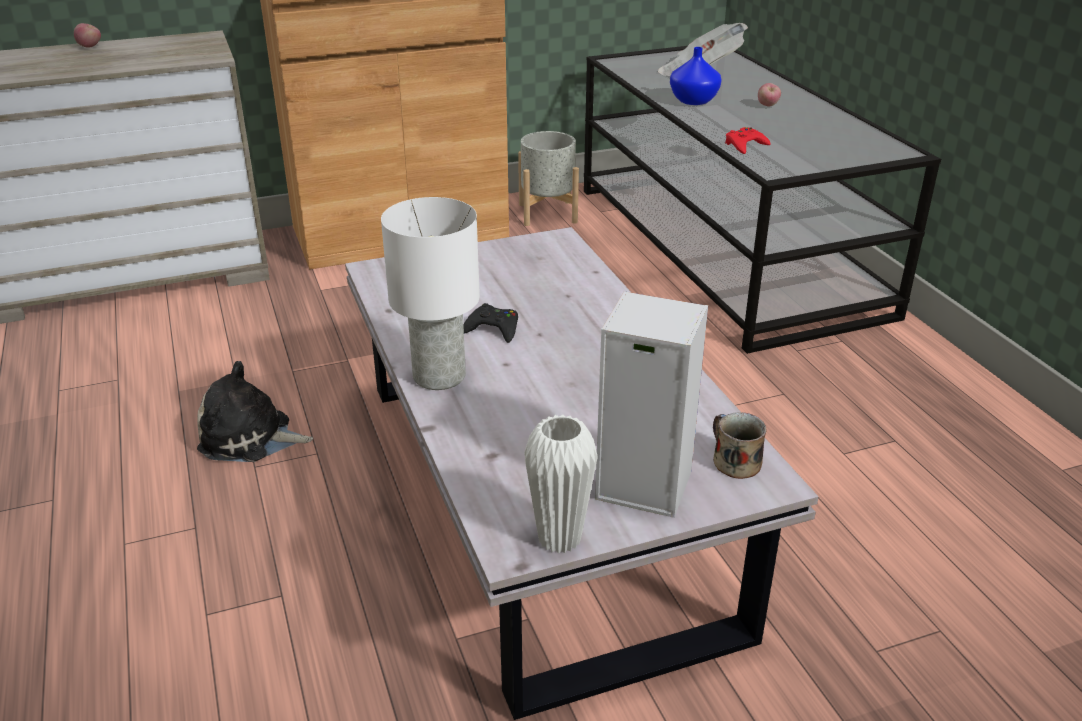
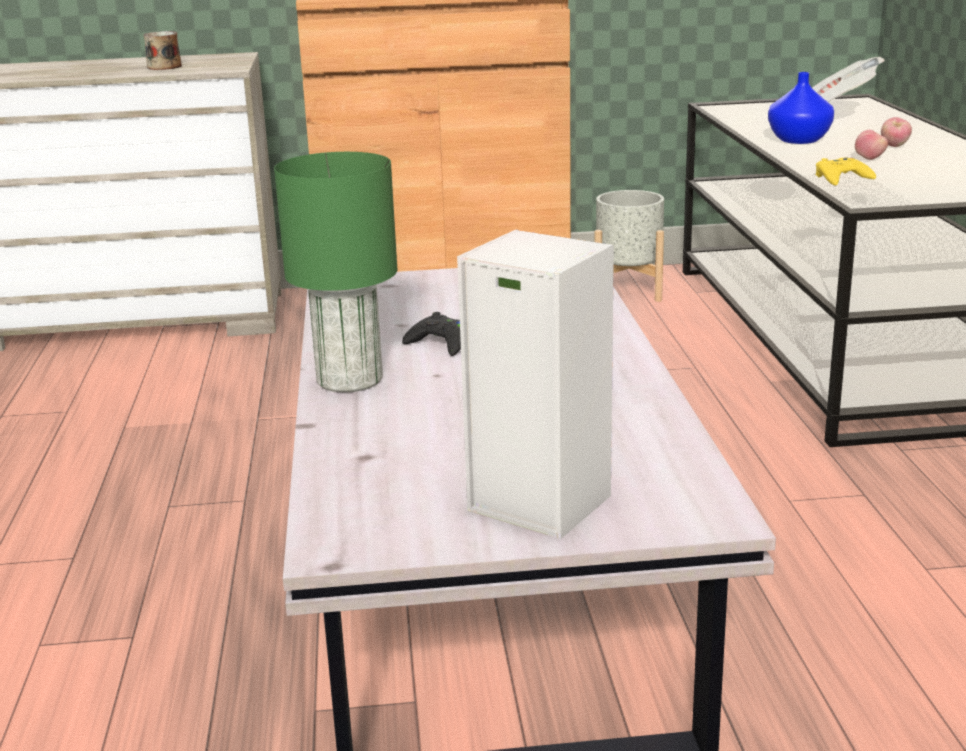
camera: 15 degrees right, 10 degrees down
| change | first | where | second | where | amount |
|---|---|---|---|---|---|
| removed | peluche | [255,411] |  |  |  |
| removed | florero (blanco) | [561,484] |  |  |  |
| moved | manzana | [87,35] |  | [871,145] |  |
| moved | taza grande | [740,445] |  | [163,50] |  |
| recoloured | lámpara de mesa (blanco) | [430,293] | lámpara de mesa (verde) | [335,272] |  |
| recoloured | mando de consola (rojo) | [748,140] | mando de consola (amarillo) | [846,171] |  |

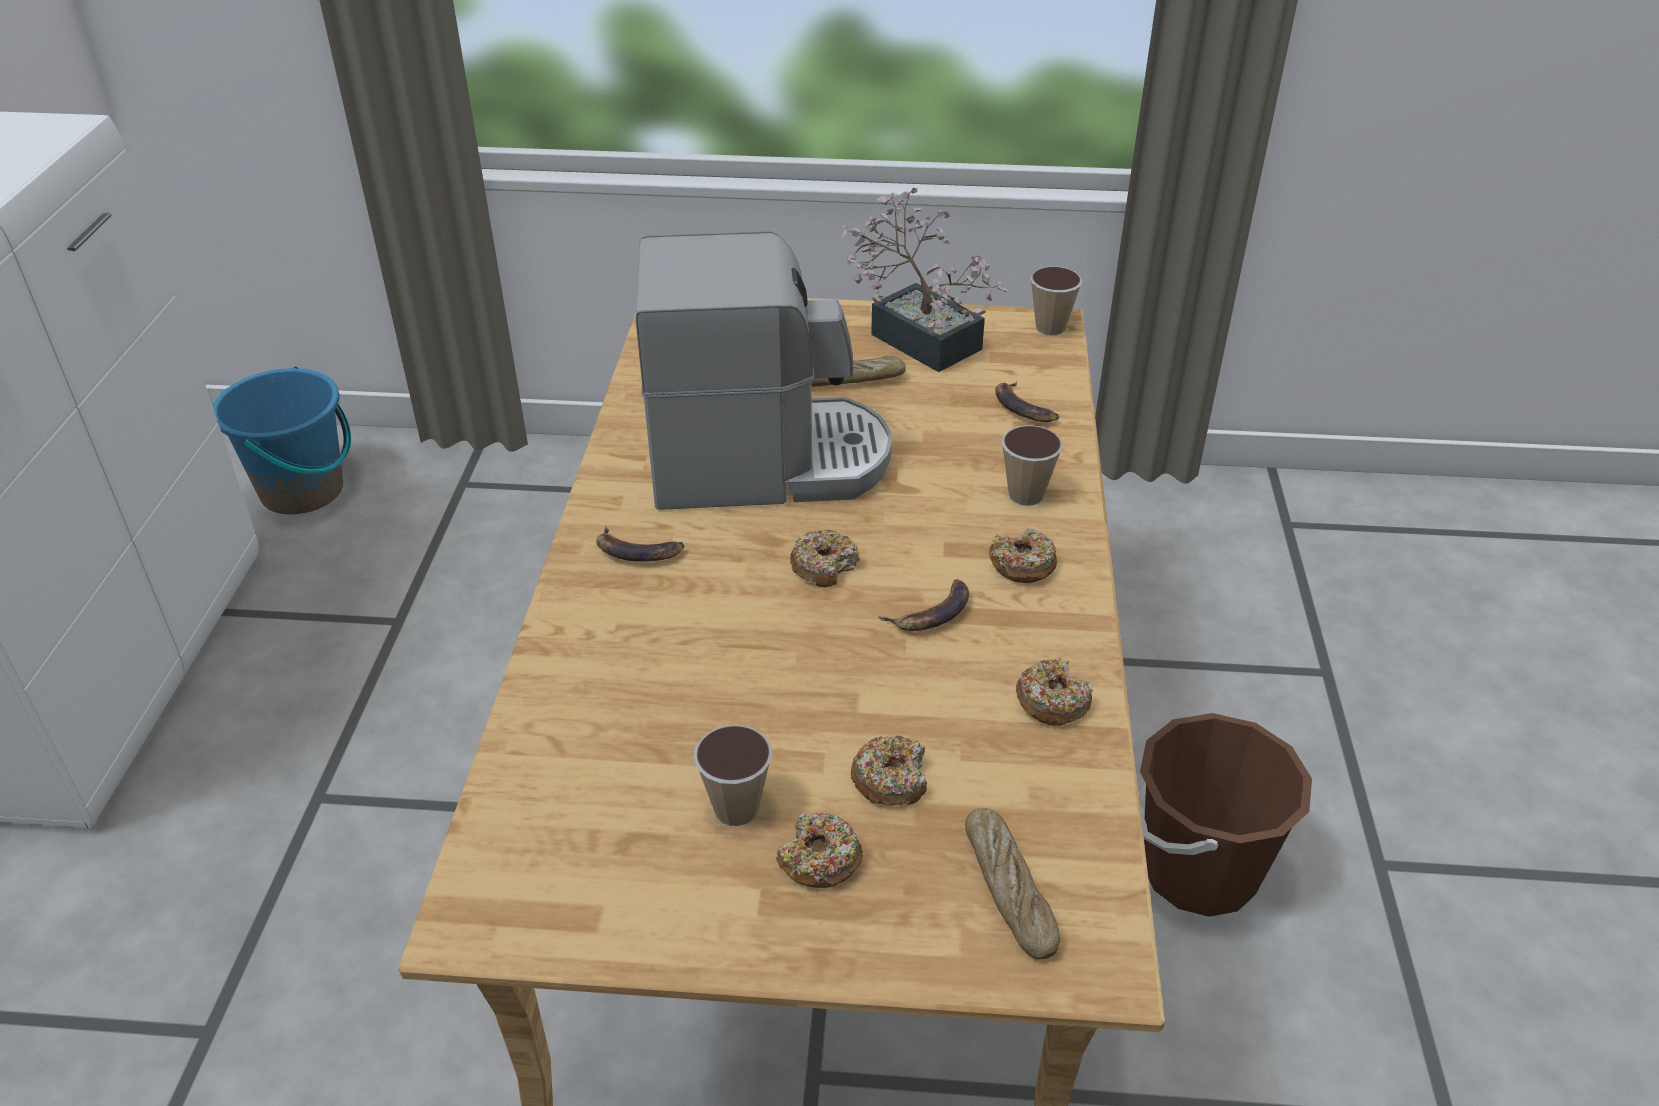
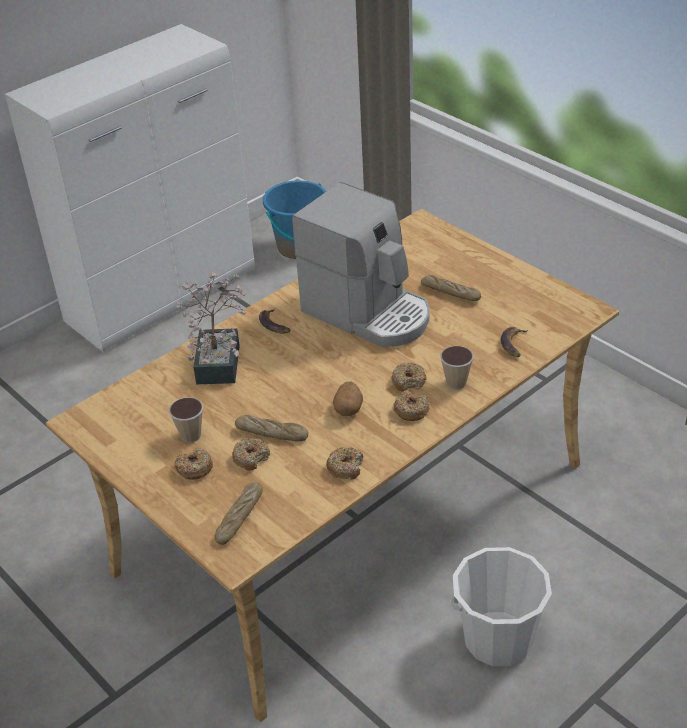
camera: 45 degrees right, 0 degrees up
| change | first | where | second | where | amount |
|---|---|---|---|---|---|
| removed | taza | [1056,301] |  |  |  |
| added |  |  | pan | [271,428] |  |
| moved | rosquilla | [825,558] |  | [409,376] |  |
| moved | planta en maceta | [924,280] |  | [211,328] |  |
| replaced | plátano | [924,605] | patata | [348,399] |  |
| recoloured | cubo (marrón) | [1225,815] | cubo (blanco) | [501,606] |  |

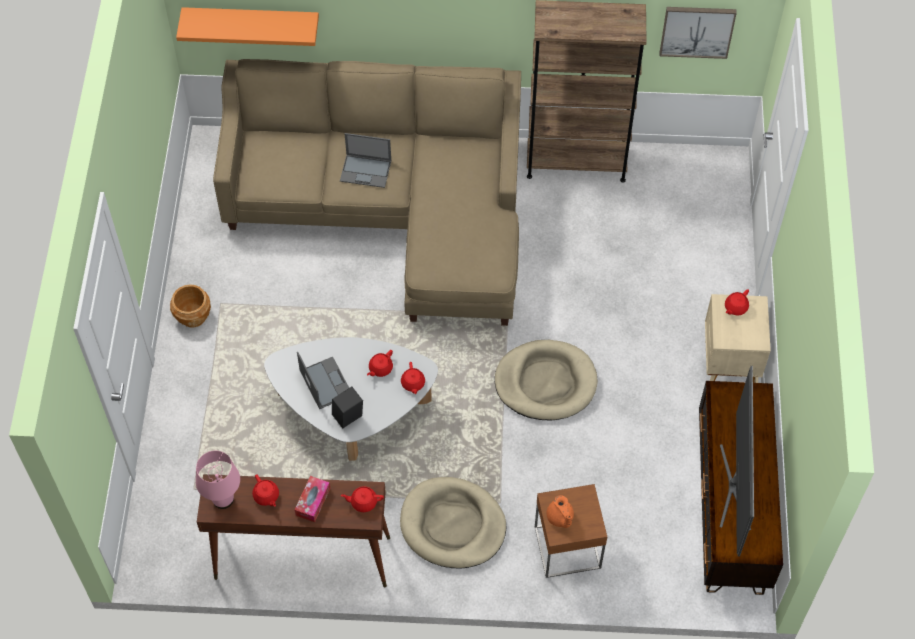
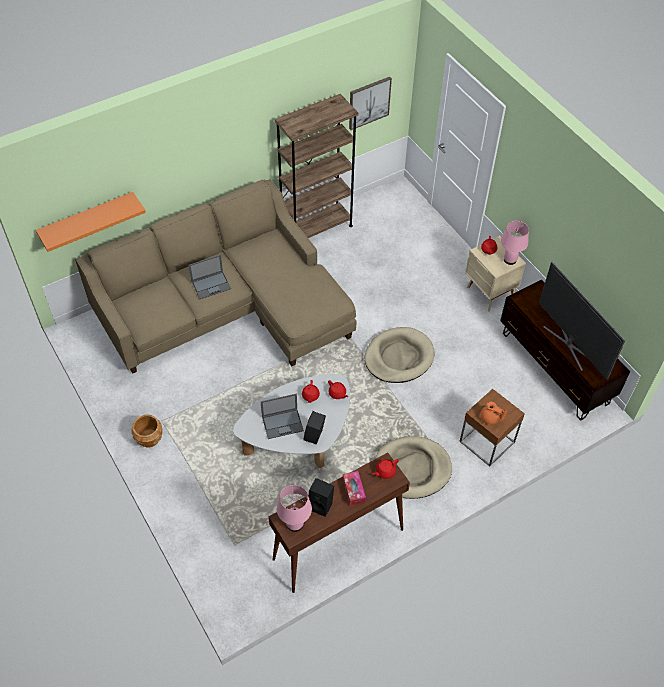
camera: 35 degrees left, 5 degrees down
| change | first | where | second | where | amount |
|---|---|---|---|---|---|
| added |  |  | lámpara de mesa (rosa) | [515,243] |  |
| replaced | tetera (rojo) | [265,491] | altavoz (negro) | [321,497] |  |
| turned | portátil | [323,380] |  | [282,416] | 135 degrees clockwise |

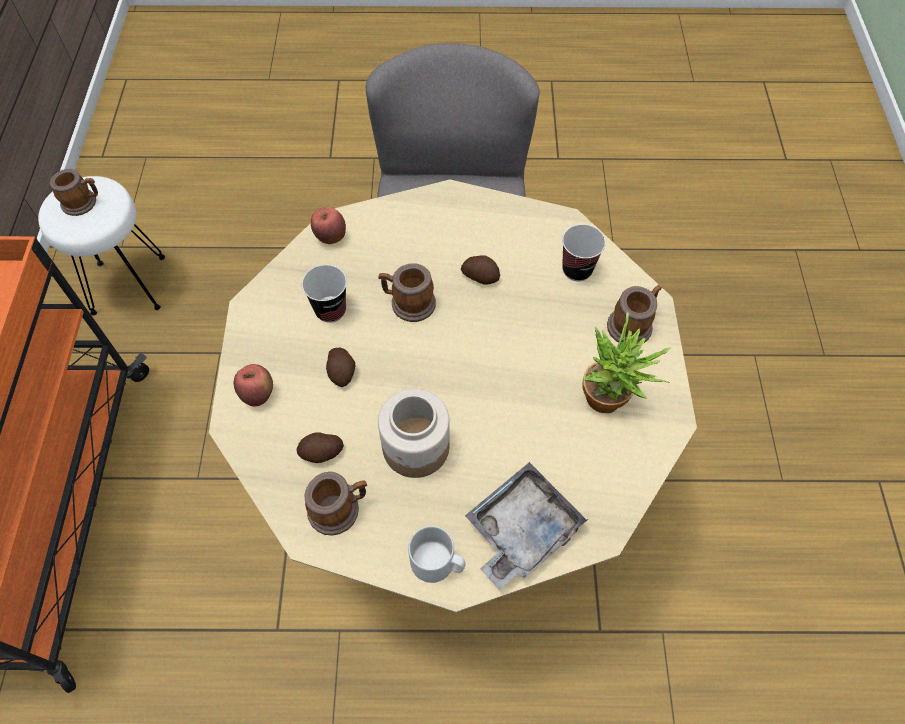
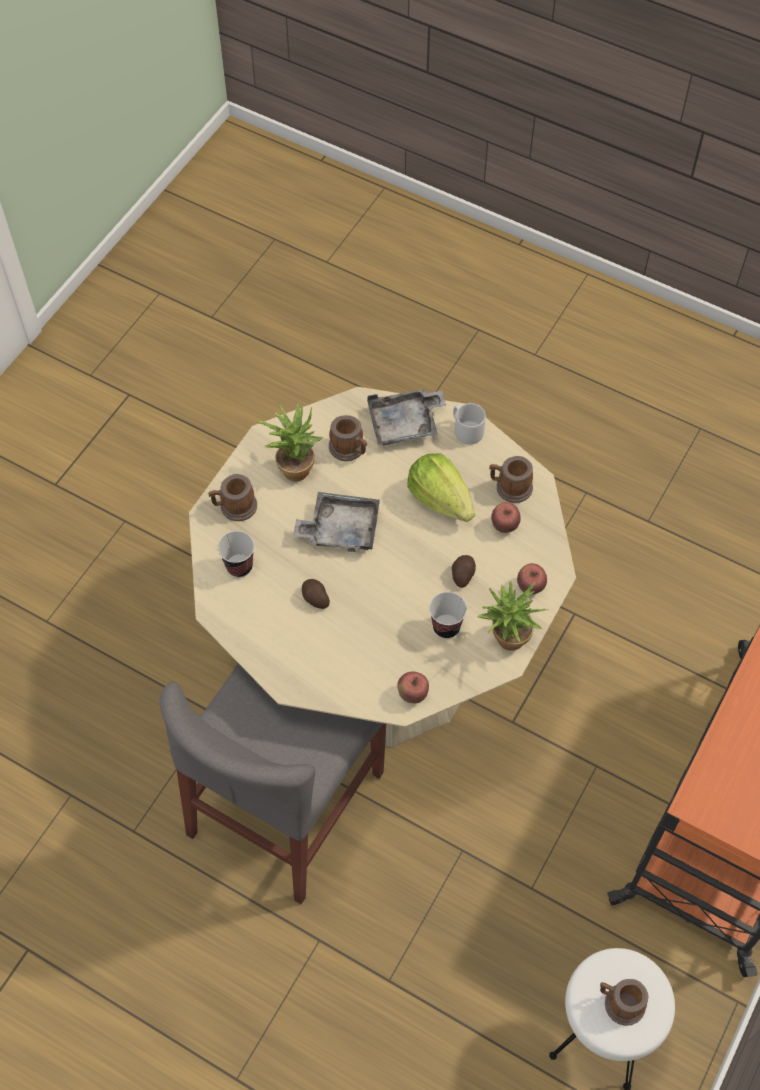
camera: 150 degrees left, 0 degrees up
| change | first | where | second | where | amount |
|---|---|---|---|---|---|
| added |  |  | bandeja (gris) | [336,522] |  |
| added |  |  | planta en maceta | [513,616] |  |
| moved | taza grande | [407,292] |  | [348,438] |  |
| replaced | patata | [320,447] | manzana | [506,517] |  |
| replaced | tarro | [414,433] | lechuga | [441,487] |  |

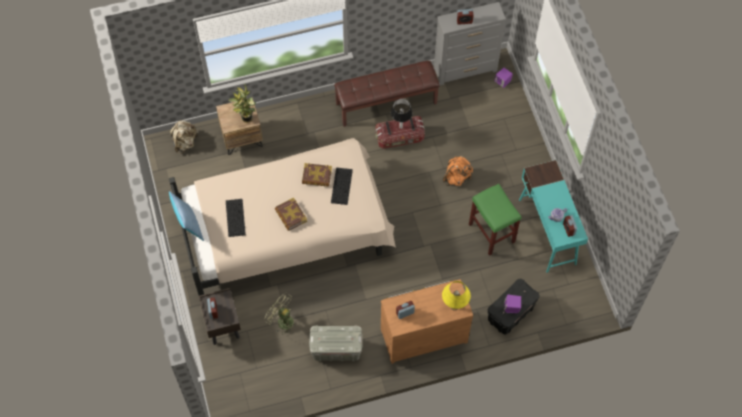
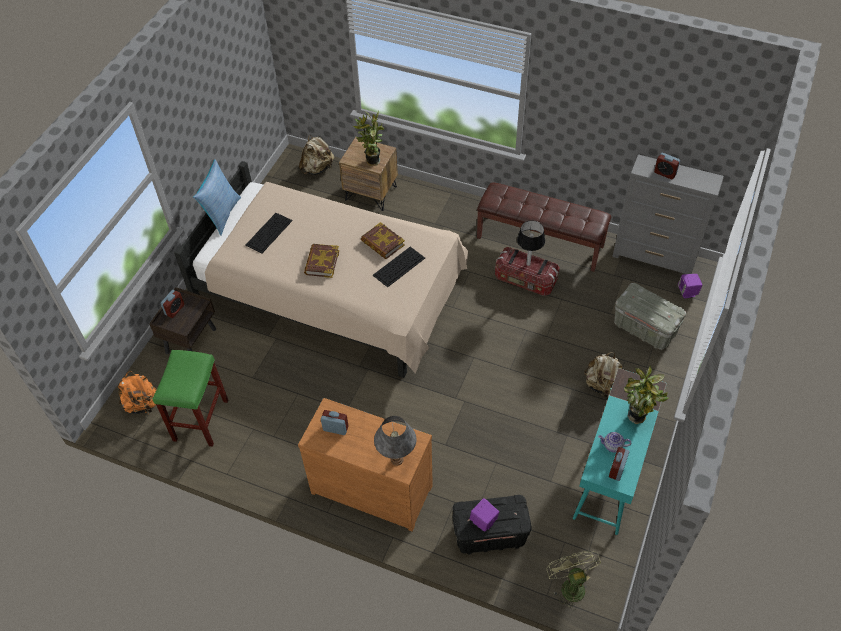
camera: 40 degrees right, 10 degrees down
| change | first | where | second | where | amount |
|---|---|---|---|---|---|
| added |  |  | mochila (beis) | [603,374] |  |
| added |  |  | planta en maceta | [646,395] |  |
| moved | ventilador (verde) | [279,314] |  | [574,580] |  |
| moved | caja de almacenaje (gris) | [336,344] |  | [650,316] |  |
| moved | mochila (naranja) | [458,171] |  | [137,392] |  |
| moved | taburete (verde) | [495,220] |  | [190,398] |  |
| recoloured | lámpara de mesa (amarillo) | [456,296] | lámpara de mesa (gris) | [395,441] |  |

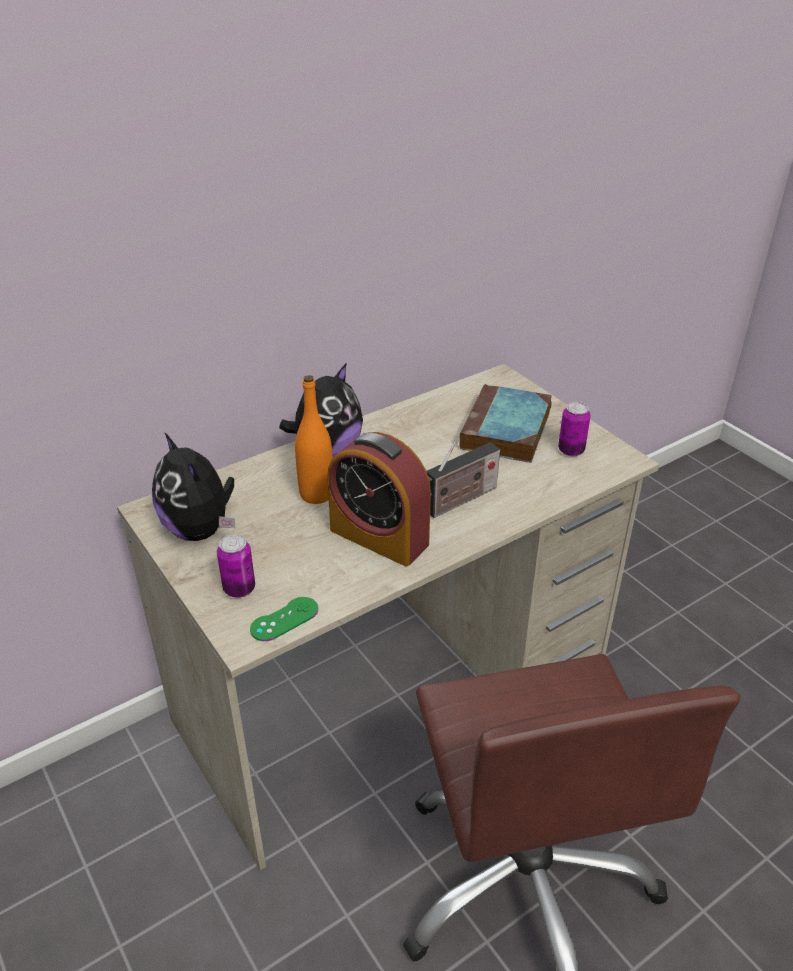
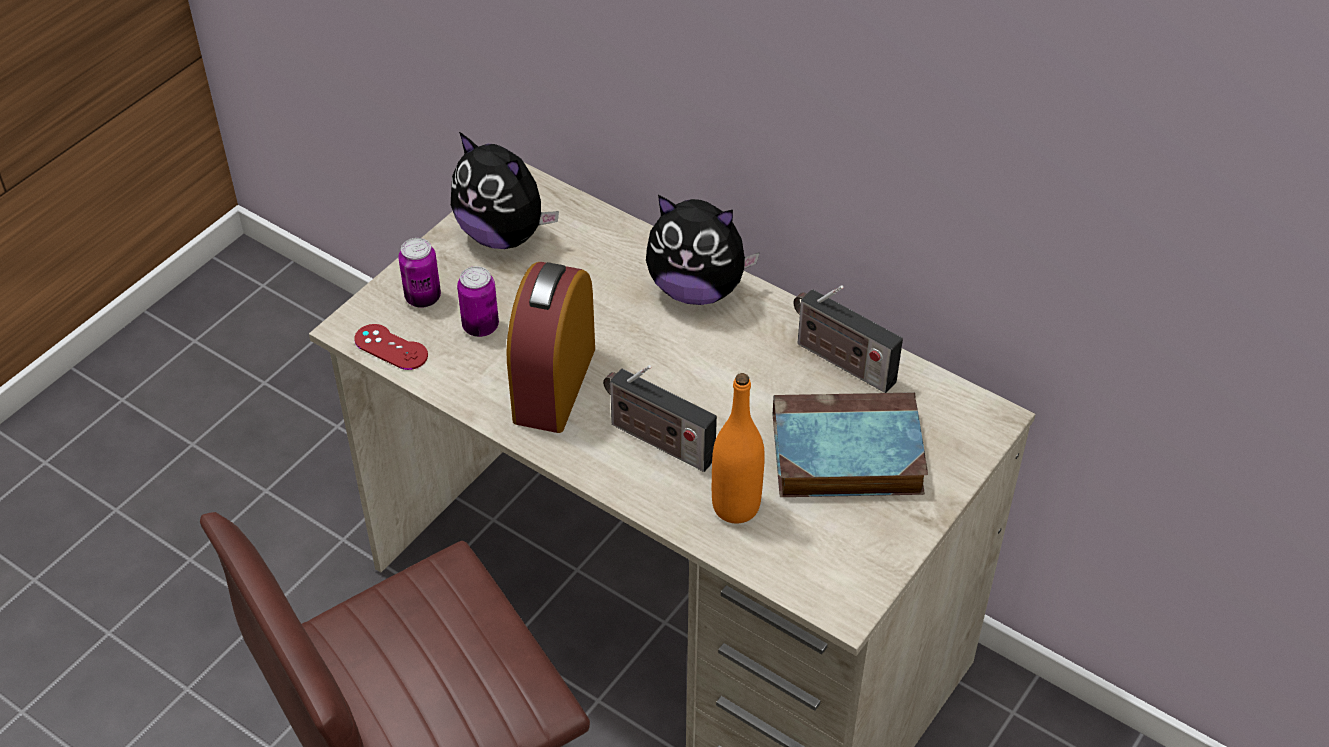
camera: 70 degrees right, 10 degrees up
| change | first | where | second | where | amount |
|---|---|---|---|---|---|
| added |  |  | radio | [848,339] |  |
| moved | botella (naranja) | [314,439] |  | [738,448] |  |
| moved | lata | [574,429] |  | [478,301] |  |
| recoloured | mando de consola (verde) | [284,619] | mando de consola (rojo) | [391,347] |  |
| turned | peluche | [193,486] |  | [505,190] | 90 degrees counterclockwise |

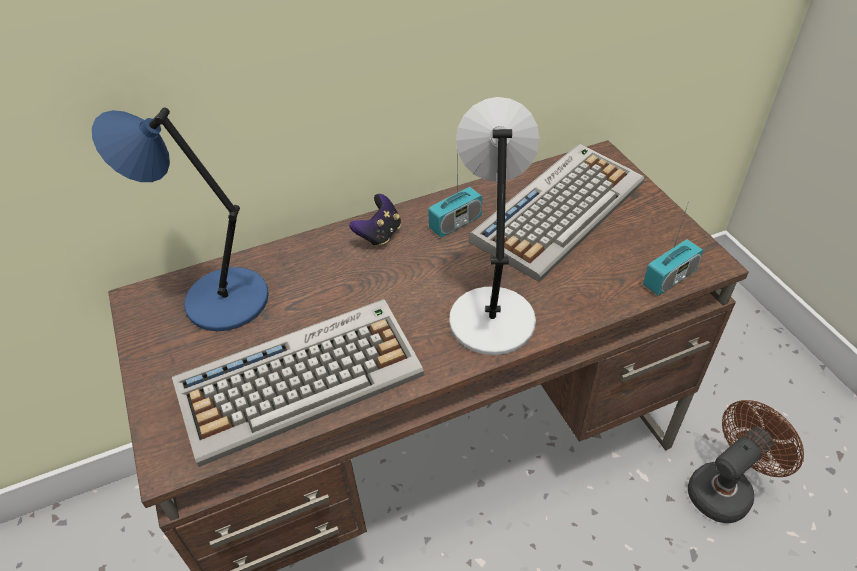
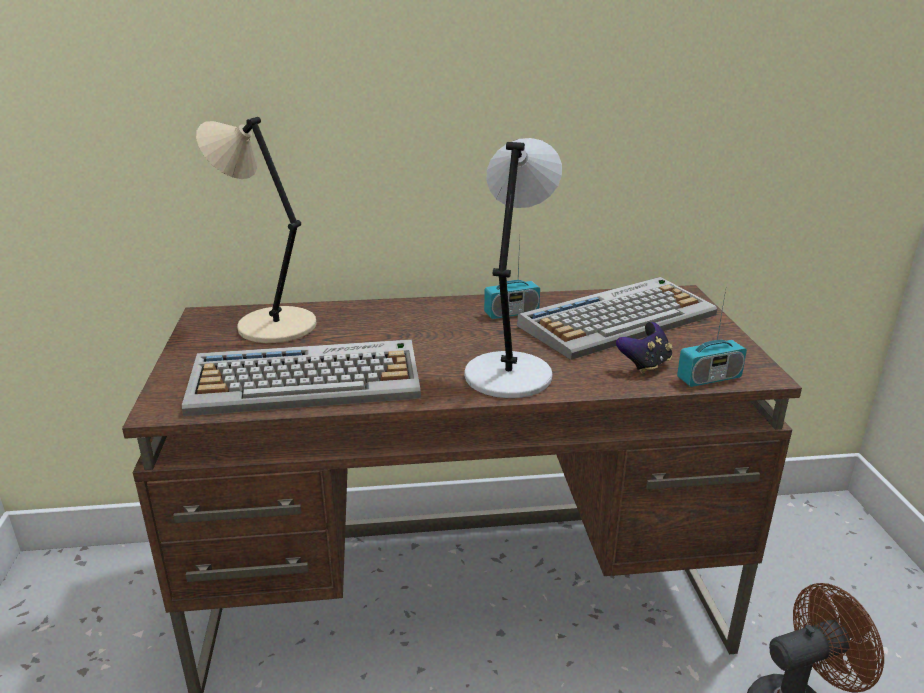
camera: 15 degrees right, 20 degrees down
| change | first | where | second | where | amount |
|---|---|---|---|---|---|
| moved | mando de consola | [375,220] |  | [644,348] |  |
| recoloured | lámpara de mesa (azul) | [180,219] | lámpara de mesa (beis) | [256,230] |  |

